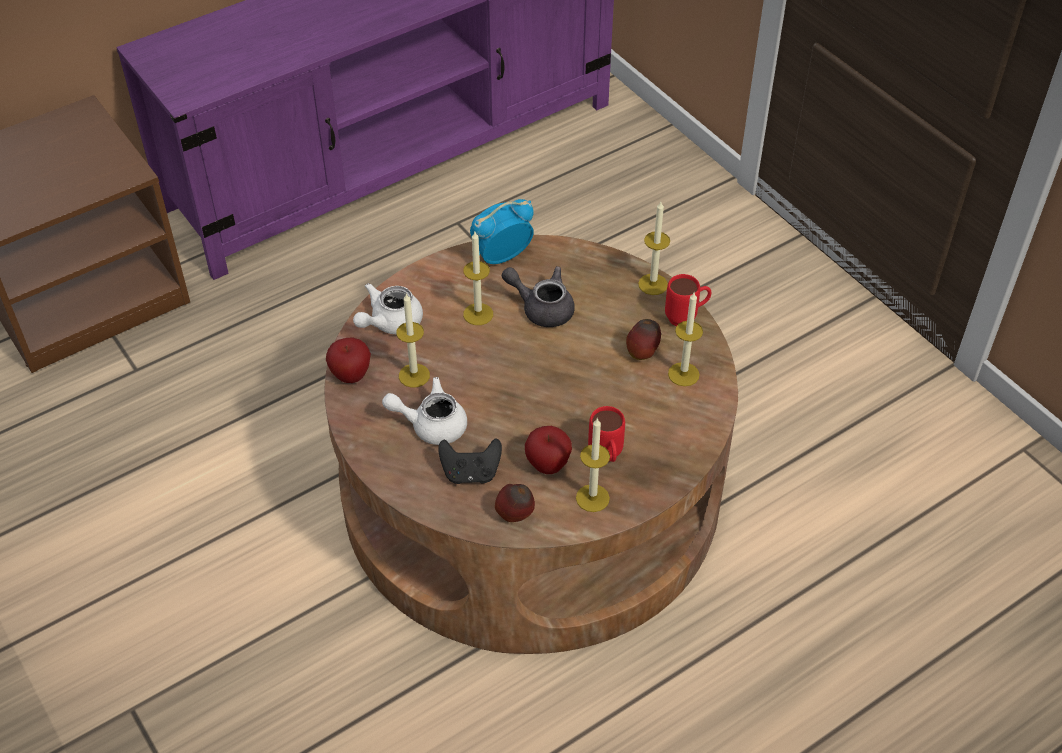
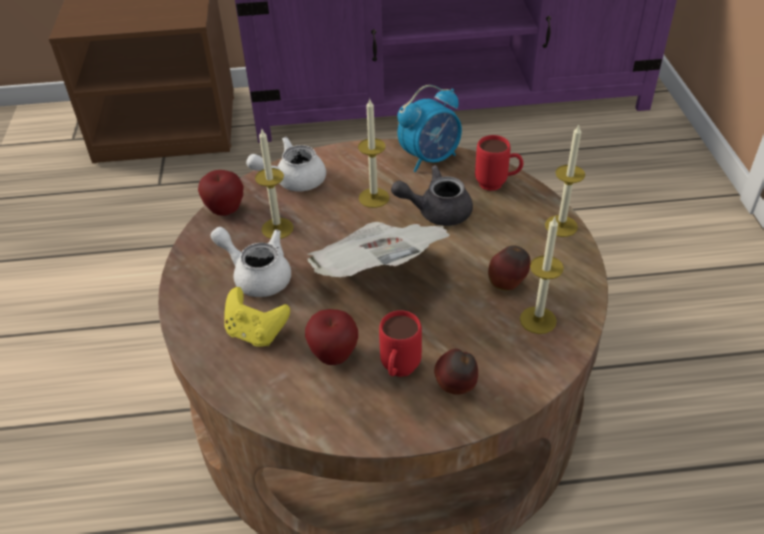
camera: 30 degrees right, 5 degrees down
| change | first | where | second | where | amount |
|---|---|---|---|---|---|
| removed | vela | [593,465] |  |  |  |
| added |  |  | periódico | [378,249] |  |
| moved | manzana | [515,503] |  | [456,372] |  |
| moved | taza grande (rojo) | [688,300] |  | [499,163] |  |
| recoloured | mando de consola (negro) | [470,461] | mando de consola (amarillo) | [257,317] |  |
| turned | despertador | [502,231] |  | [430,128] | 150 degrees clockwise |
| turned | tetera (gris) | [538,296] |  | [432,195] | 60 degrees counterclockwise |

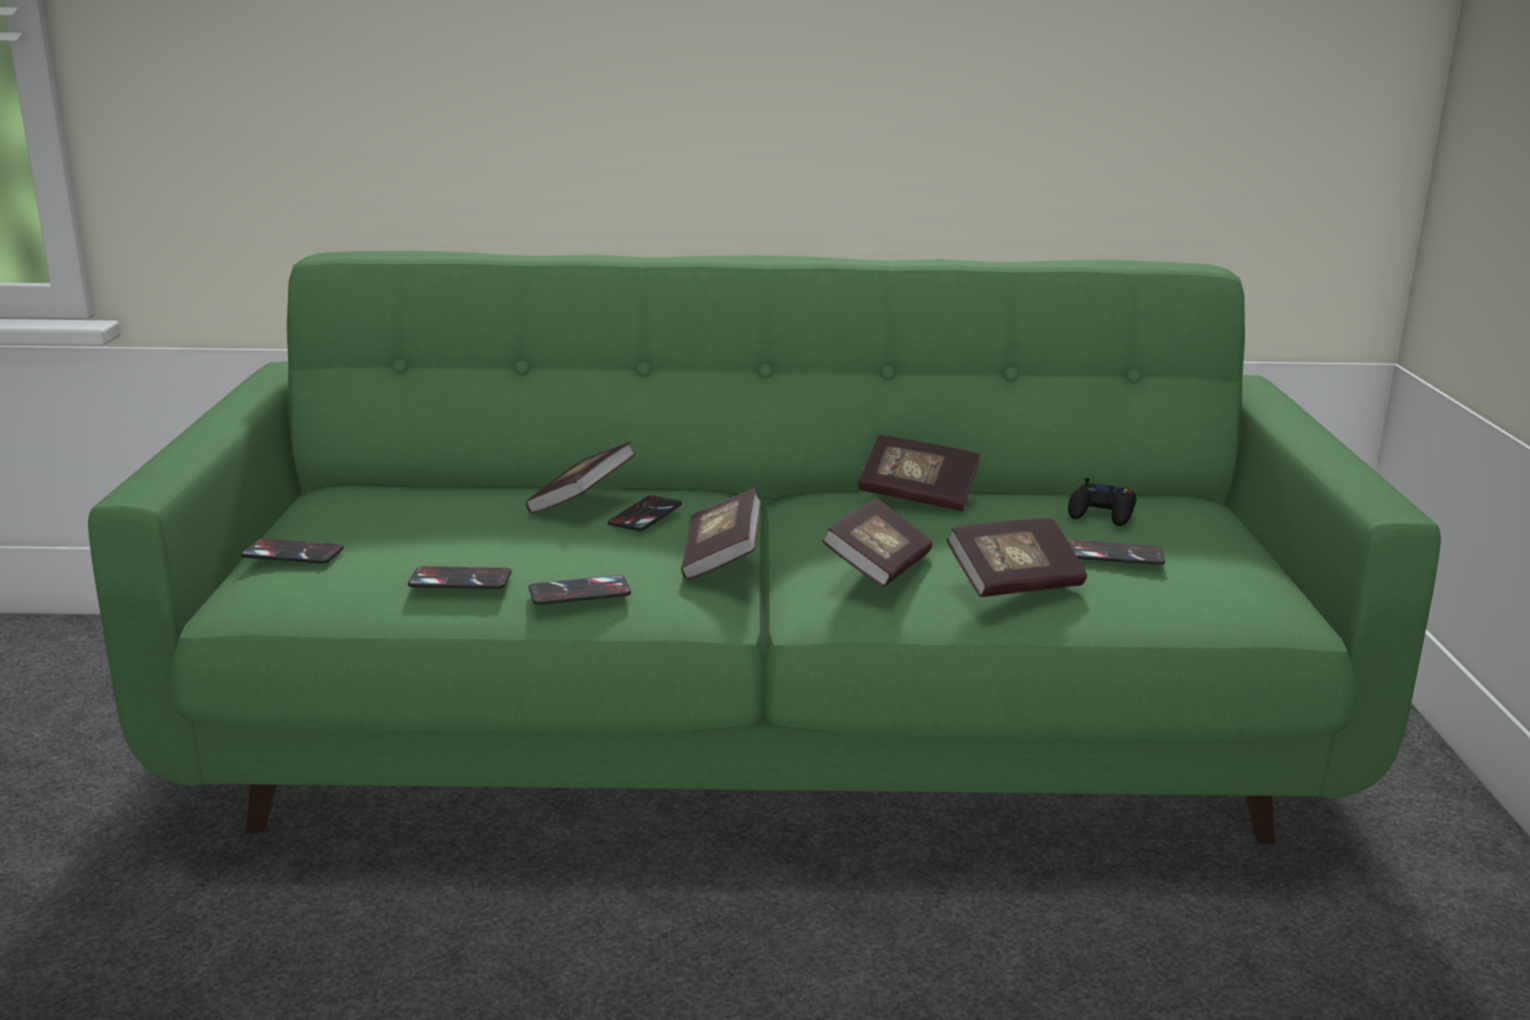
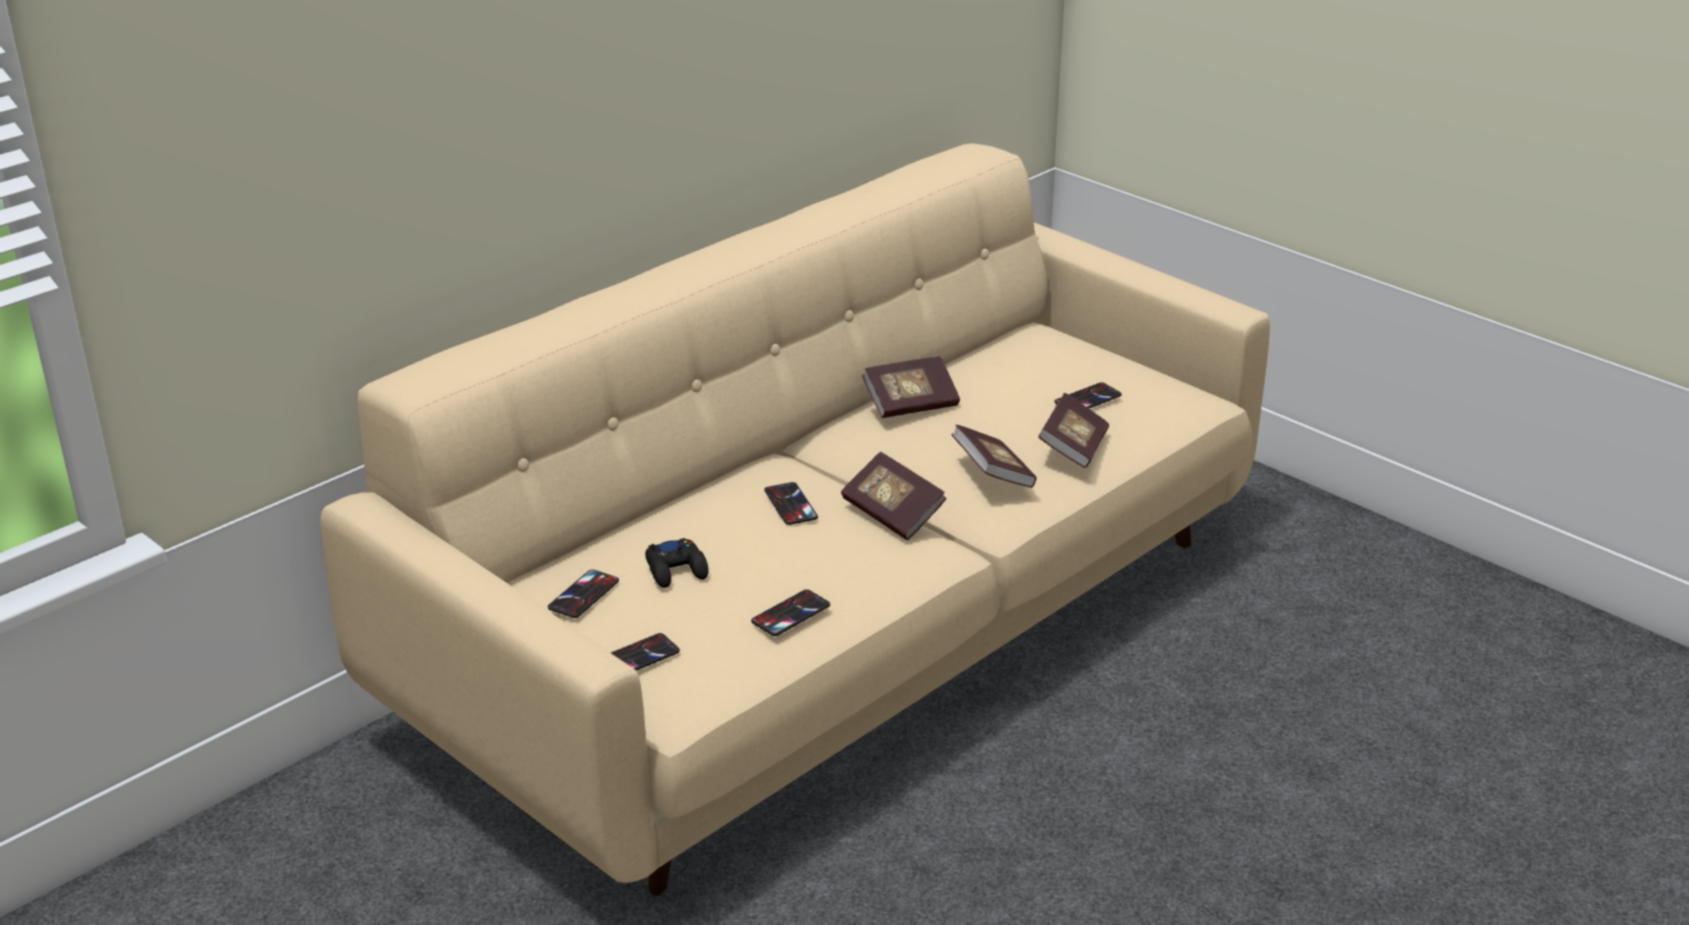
camera: 45 degrees left, 10 degrees up
| change | first | where | second | where | amount |
|---|---|---|---|---|---|
| removed | libro | [581,478] |  |  |  |
| moved | móvil | [580,590] |  | [583,593] |  |
| moved | mando de consola (negro) | [1102,502] |  | [677,563] |  |
| recoloured | sofá (verde) | [764,547] | sofá (beis) | [795,520] |  |

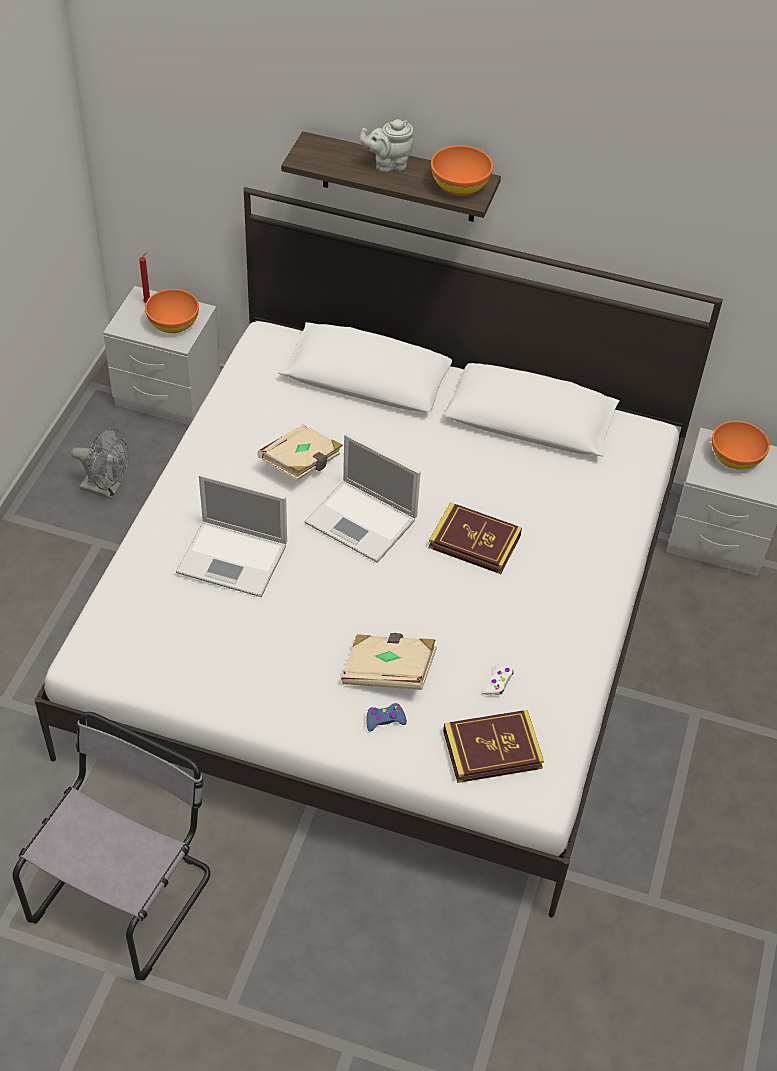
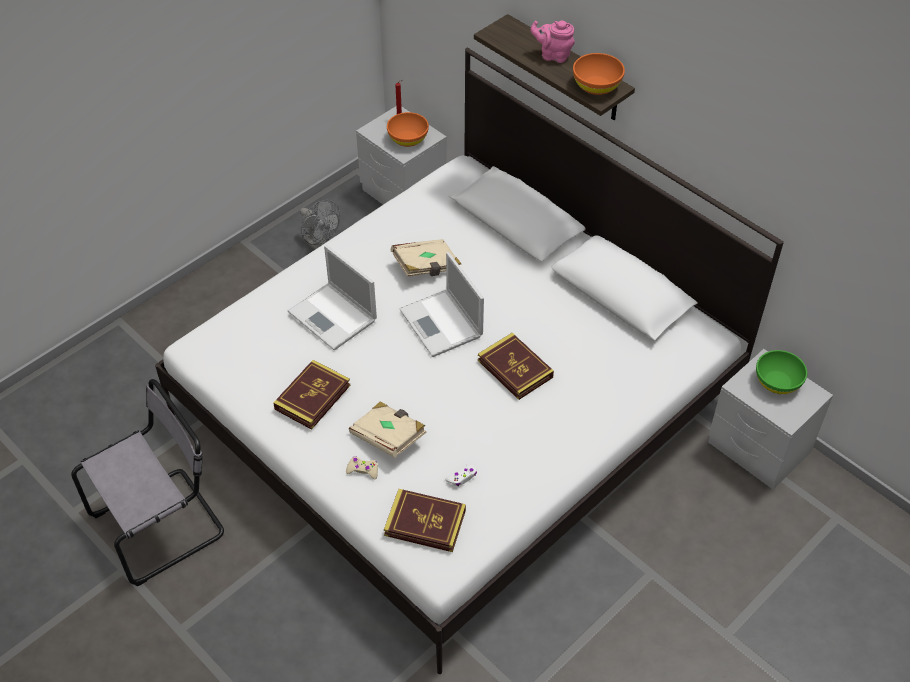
camera: 30 degrees right, 0 degrees up
| change | first | where | second | where | amount |
|---|---|---|---|---|---|
| added |  |  | libro | [311,395] |  |
| recoloured | tetera (gris) | [386,145] | tetera (rosa) | [552,42] |  |
| recoloured | mando de consola (azul) | [386,717] | mando de consola (beis) | [362,467] |  |
| recoloured | cuenco (naranja) | [741,445] | cuenco (verde) | [781,372] |  |

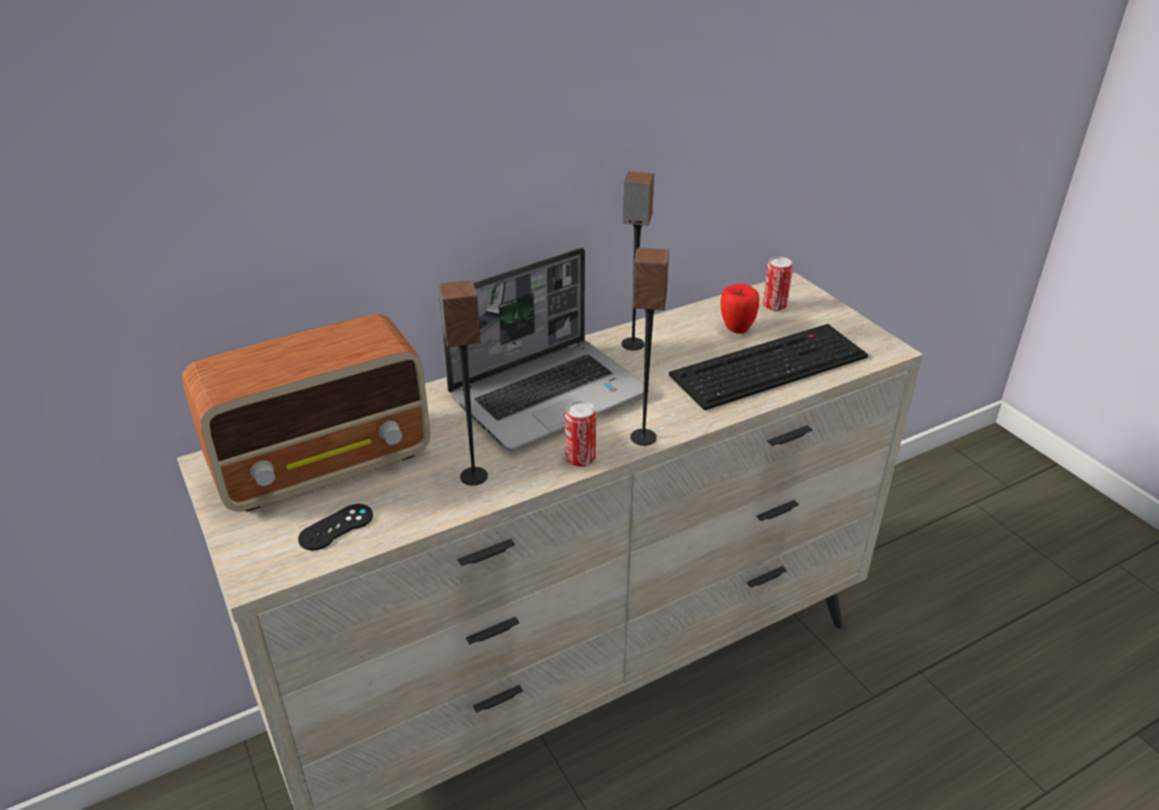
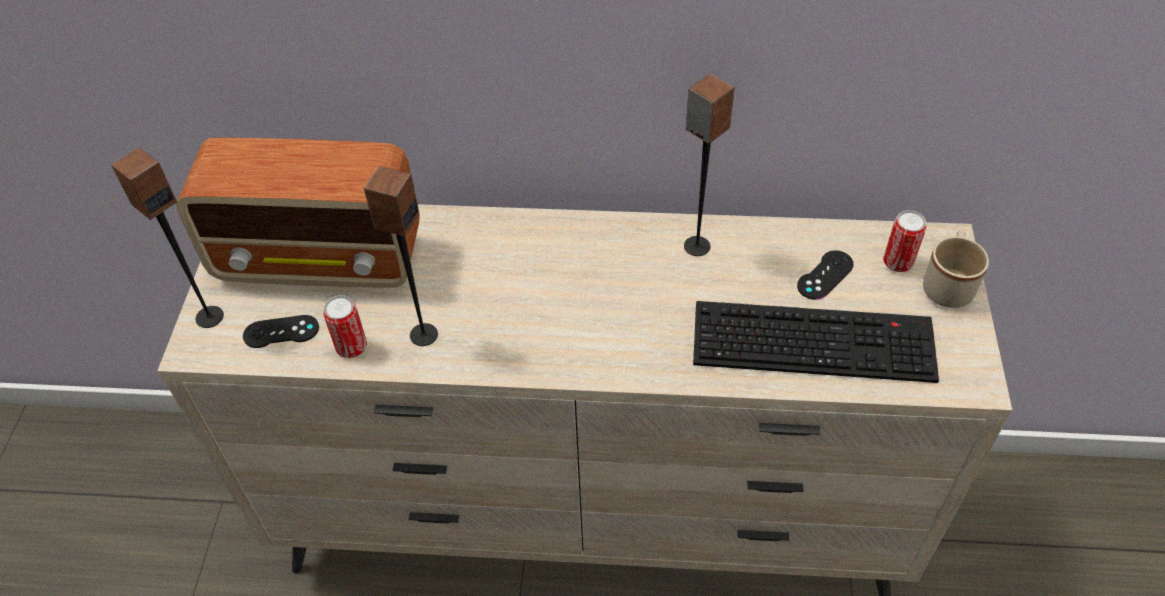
camera: 35 degrees right, 15 degrees up
| change | first | where | second | where | amount |
|---|---|---|---|---|---|
| removed | portátil | [544,349] |  |  |  |
| added |  |  | taza grande (beis) | [956,269] |  |
| moved | lata | [580,434] |  | [345,326] |  |
| moved | altavoz | [649,347] |  | [167,237] |  |
| replaced | manzana | [739,308] | mando de consola (negro) | [825,275] |  |

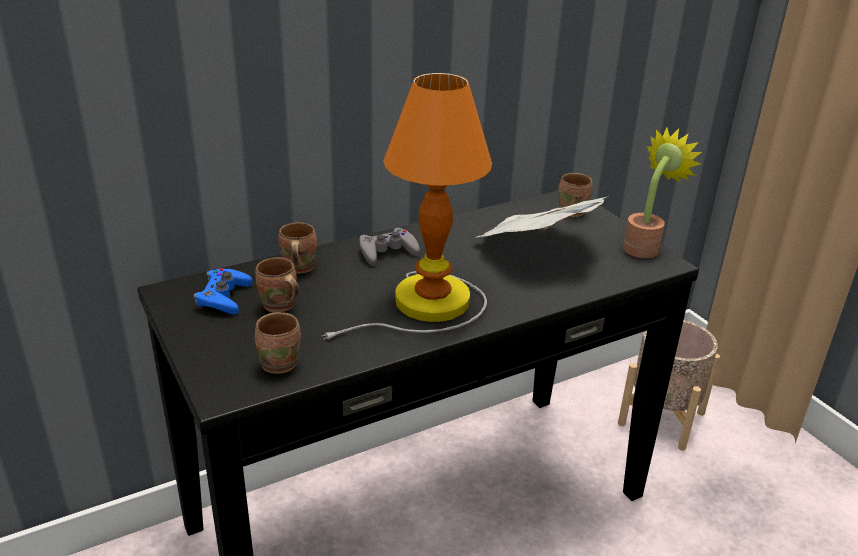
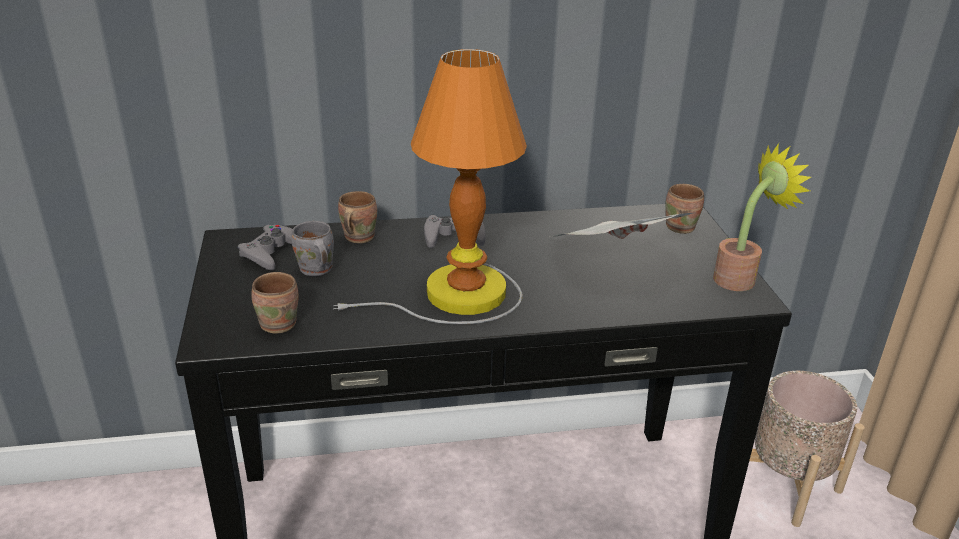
camera: 20 degrees right, 0 degrees up
| change | first | where | second | where | amount |
|---|---|---|---|---|---|
| recoloured | mando de consola (azul) | [222,292] | mando de consola (gris) | [265,248] |  |
| recoloured | taza grande (marrón) | [277,284] | taza grande (gris) | [313,248] |  |

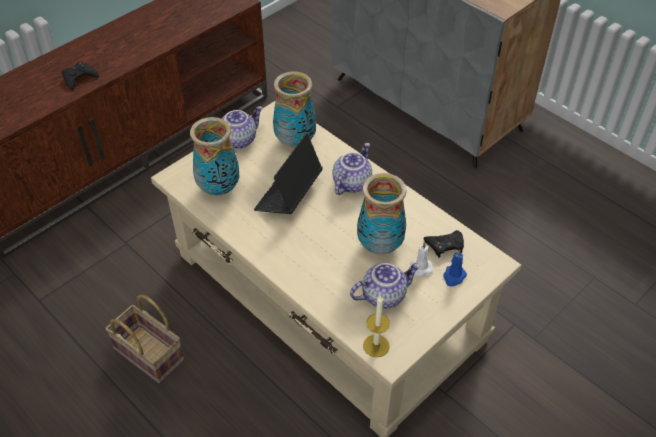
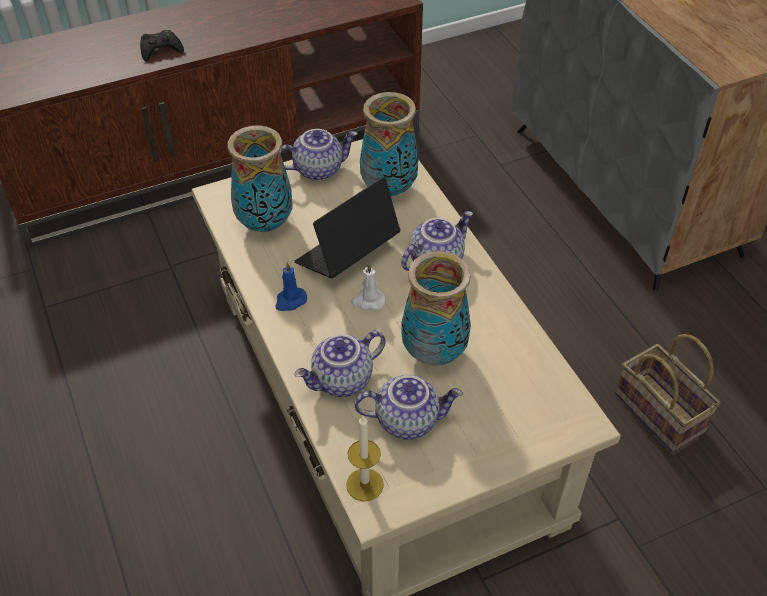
camera: 20 degrees right, 0 degrees up
| change | first | where | second | where | amount |
|---|---|---|---|---|---|
| removed | mando de consola (negro) | [443,244] |  |  |  |
| added |  |  | tetera | [339,364] |  |
| moved | cesta | [144,339] |  | [667,393] |  |
| moved | vela (blanco) | [421,259] |  | [368,286] |  |
| moved | vela (azul) | [455,268] |  | [291,286] |  |

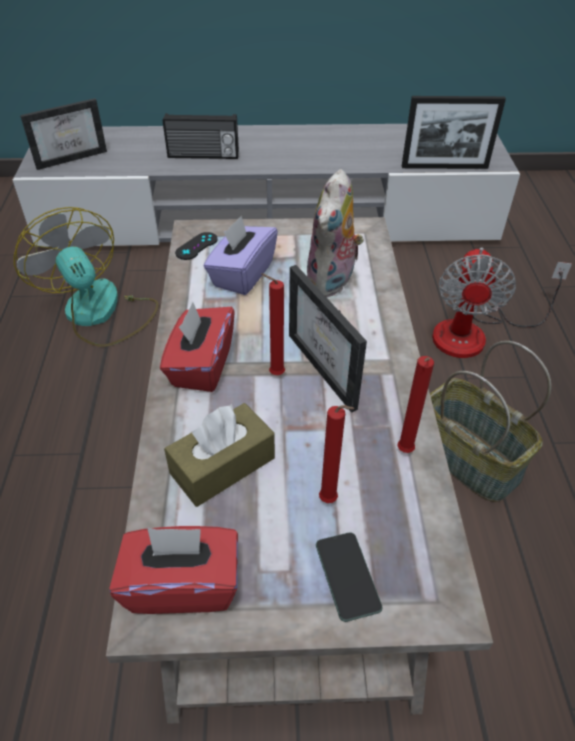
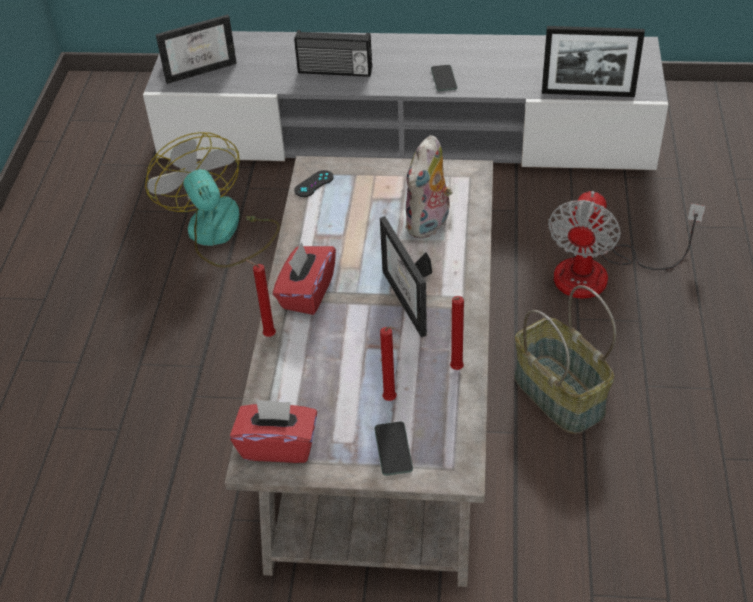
camera: 10 degrees right, 0 degrees up
| change | first | where | second | where | amount |
|---|---|---|---|---|---|
| removed | caja de pañuelos (marrón) | [219,455] |  |  |  |
| removed | caja de pañuelos (morado) | [241,255] |  |  |  |
| added |  |  | móvil | [444,78] |  |
| moved | vela (rojo) | [273,324] |  | [261,298] |  |

